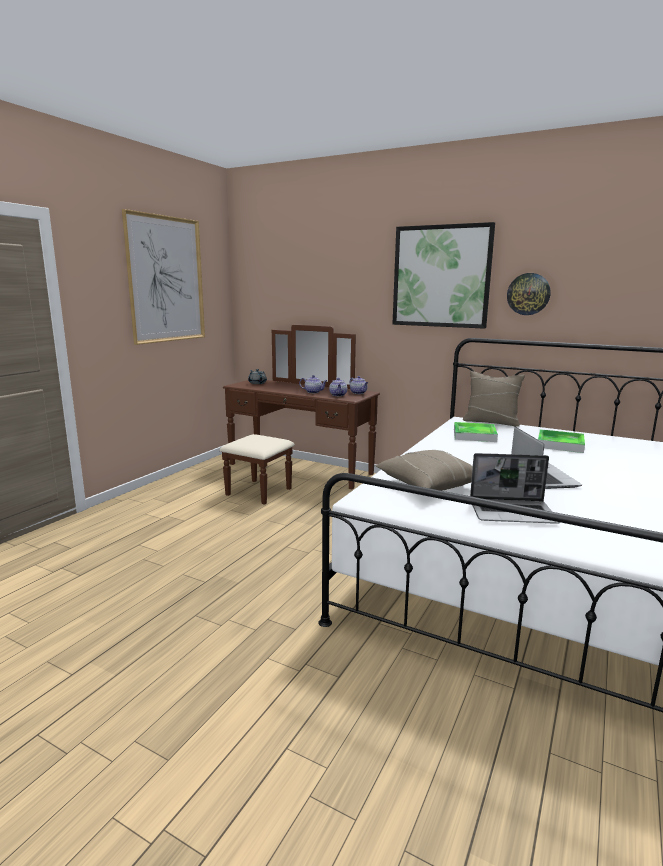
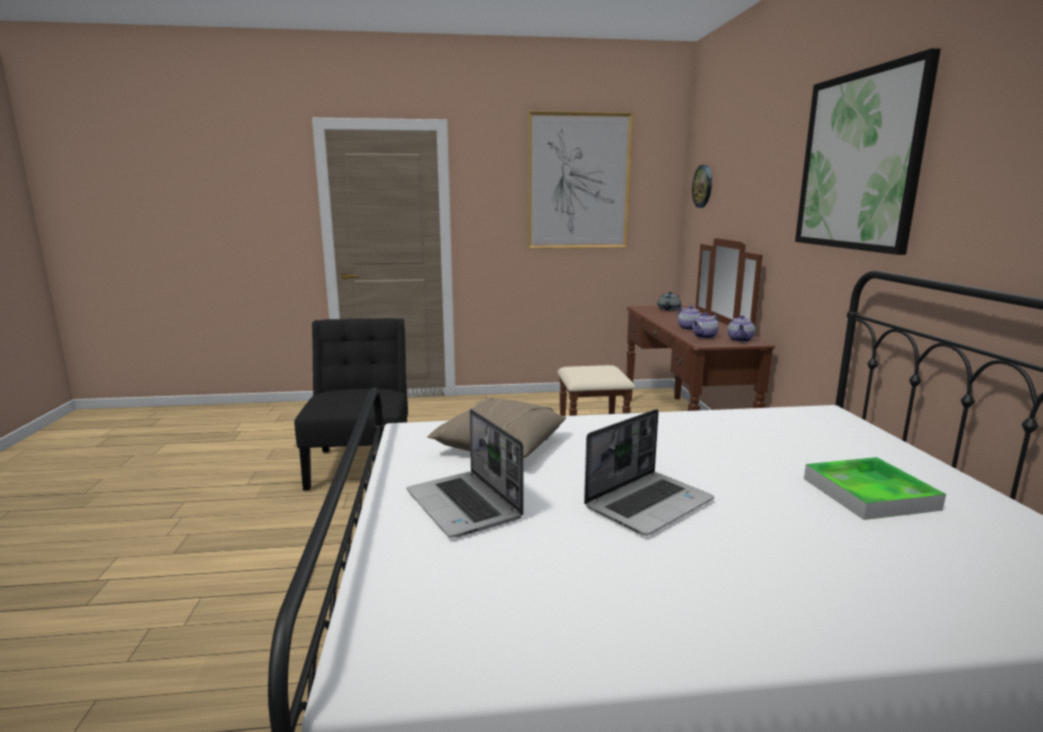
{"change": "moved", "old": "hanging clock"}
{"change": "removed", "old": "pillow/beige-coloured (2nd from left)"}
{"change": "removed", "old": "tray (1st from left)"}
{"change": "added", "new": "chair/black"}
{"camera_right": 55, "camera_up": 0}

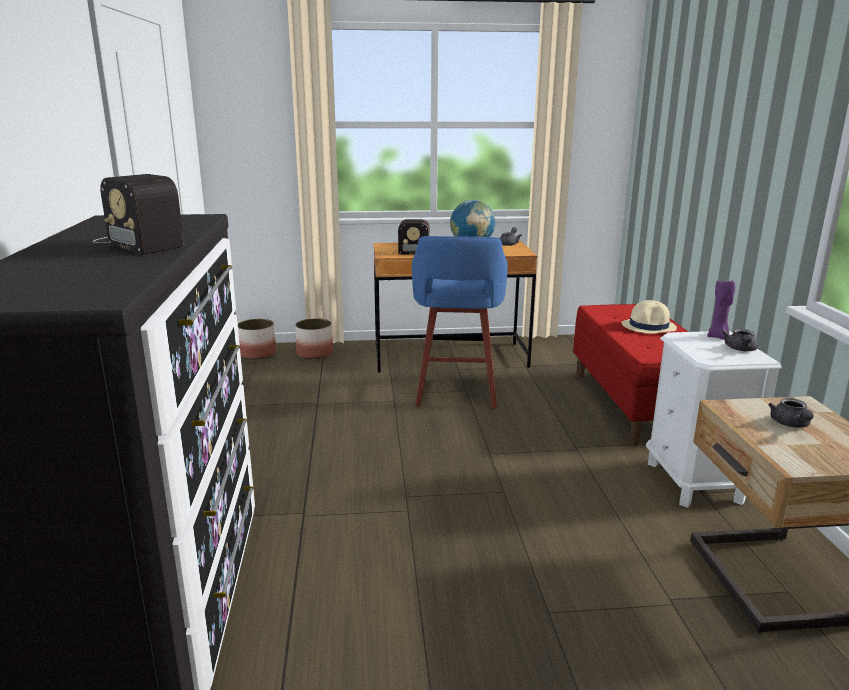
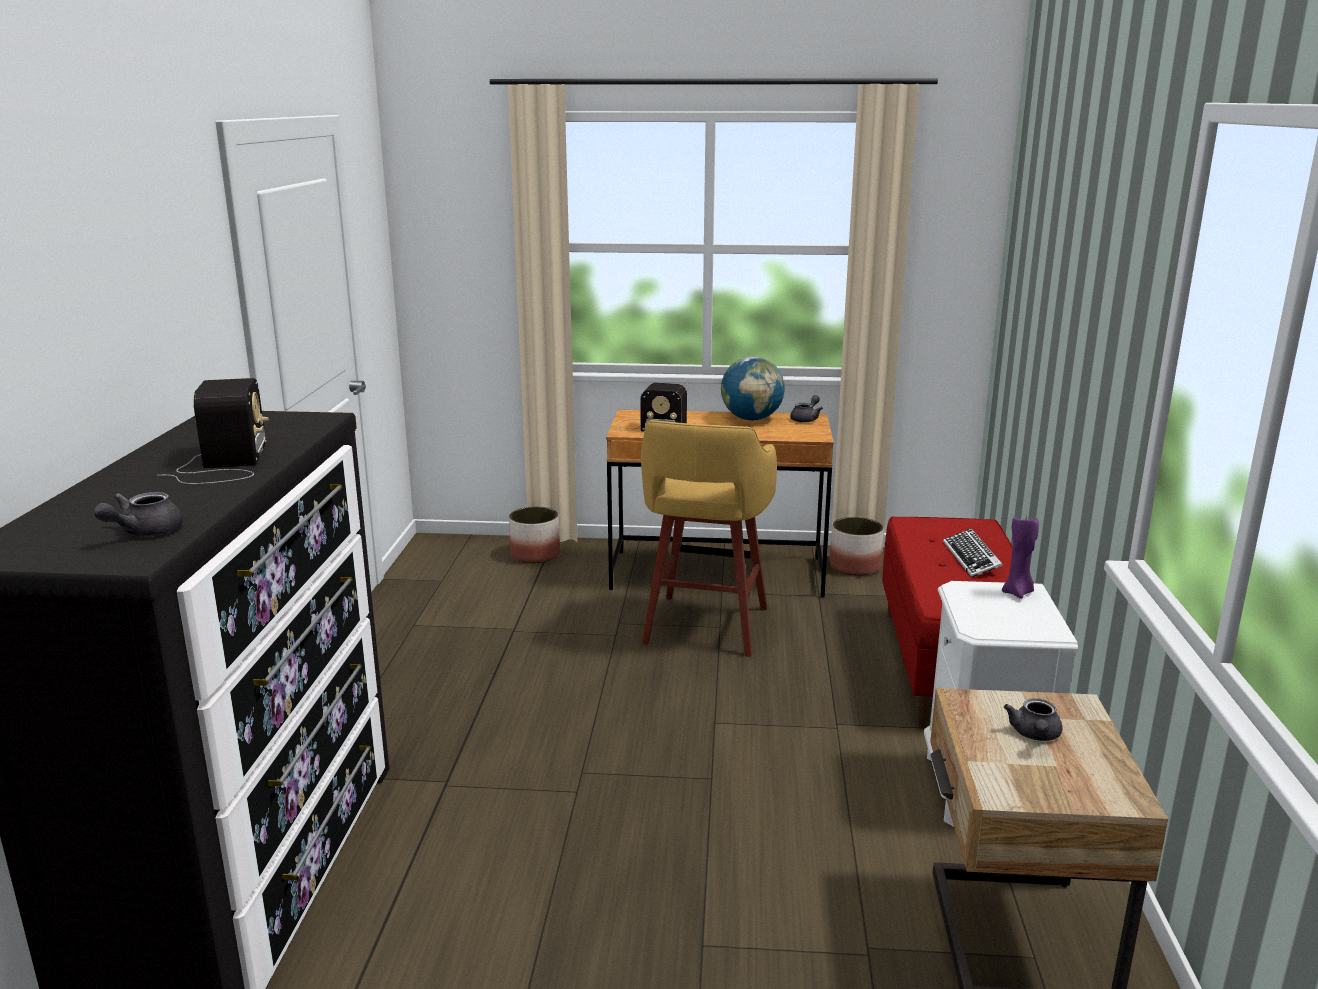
{"change": "turned", "old": "radio receiver (1st from left)", "degrees": -150}
{"change": "recoloured", "old": "stool/blue-coloured", "new": "stool/yellowish"}
{"change": "replaced", "old": "clothing hat/beige-coloured", "new": "computer keyboard"}
{"change": "moved", "old": "planter (1st from left in the first image)", "new": "planter (2nd from left)"}
{"change": "moved", "old": "pot for tea/grey (2nd from left in the first image)", "new": "pot for tea/grey (1st from left)"}
{"camera_right": 10, "camera_up": 0}

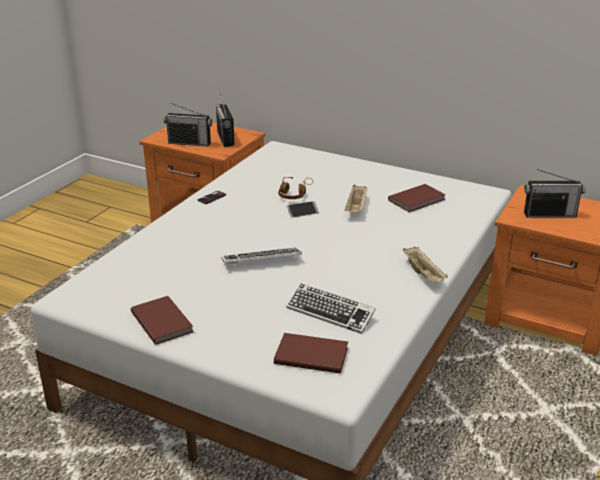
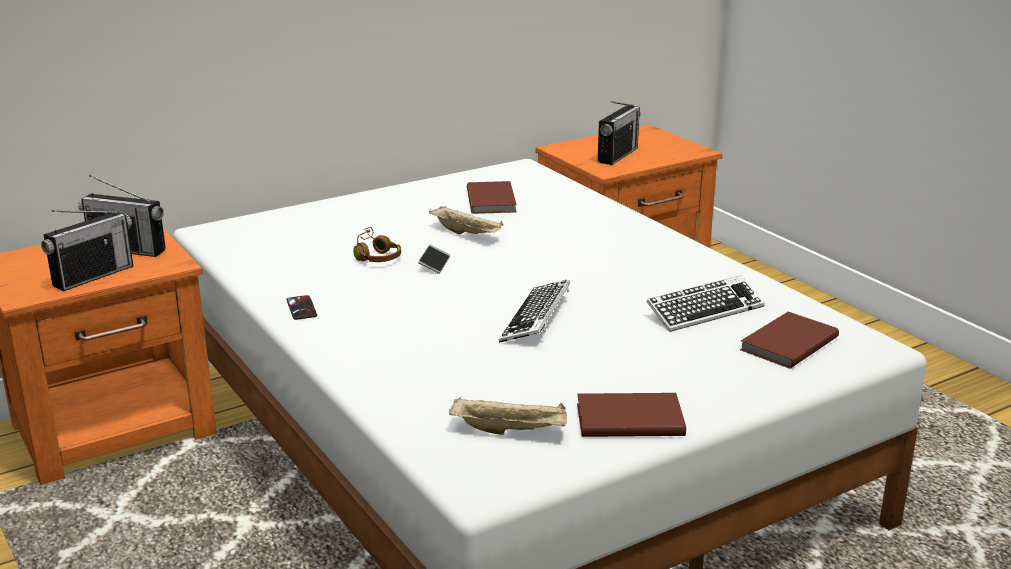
{"change": "moved", "old": "tray/beige-coloured (2nd from left)"}
{"camera_right": -60, "camera_up": -5}

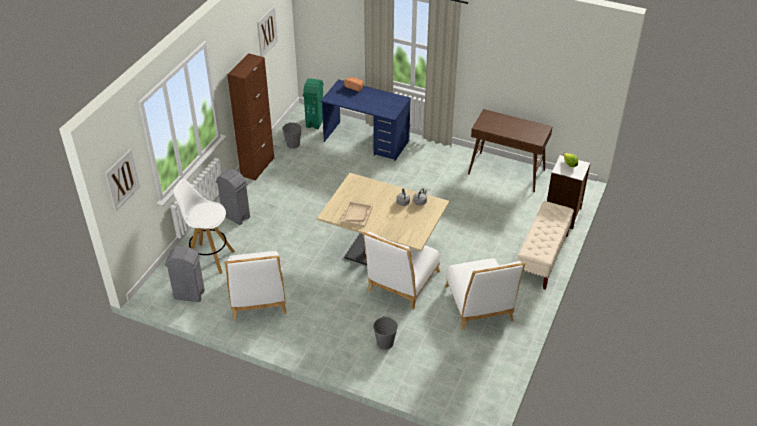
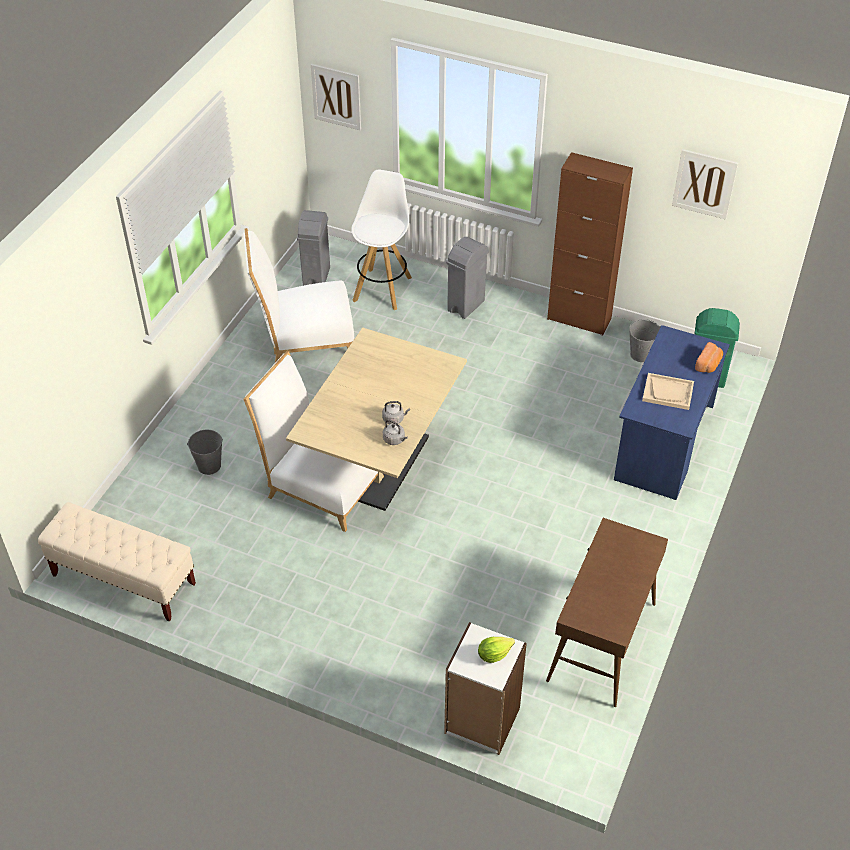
{"change": "moved", "old": "tray/beige-coloured"}
{"change": "moved", "old": "indoor bench/beige-coloured"}
{"change": "removed", "old": "chair/whitish (3rd from left)"}
{"camera_right": 90, "camera_up": 5}

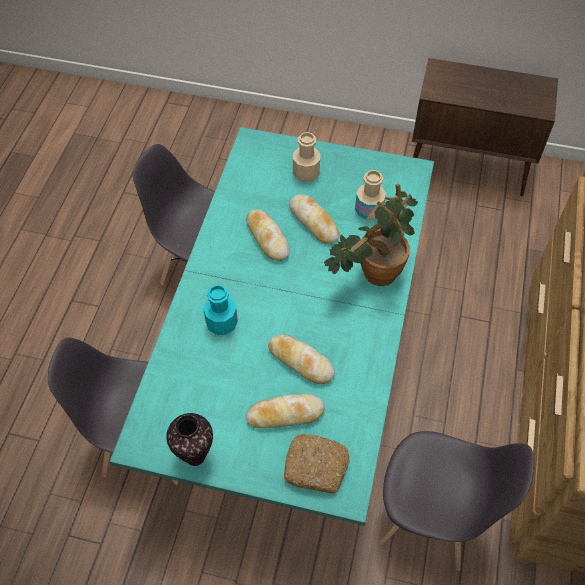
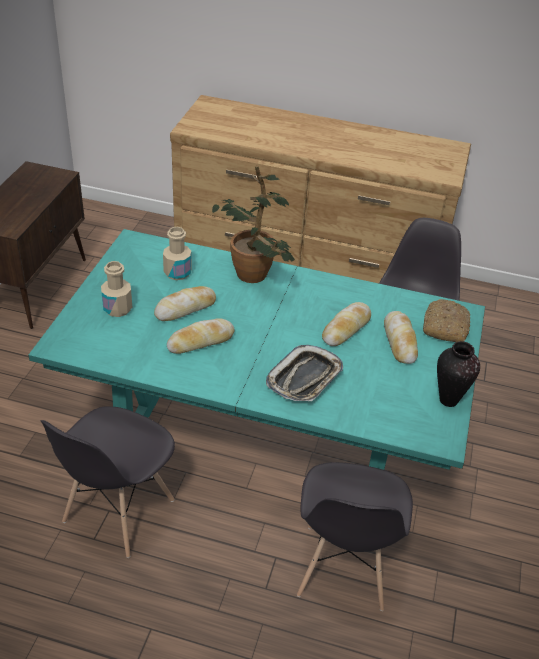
{"change": "replaced", "old": "bottle/turquoise", "new": "tray"}
{"camera_right": -90, "camera_up": -15}

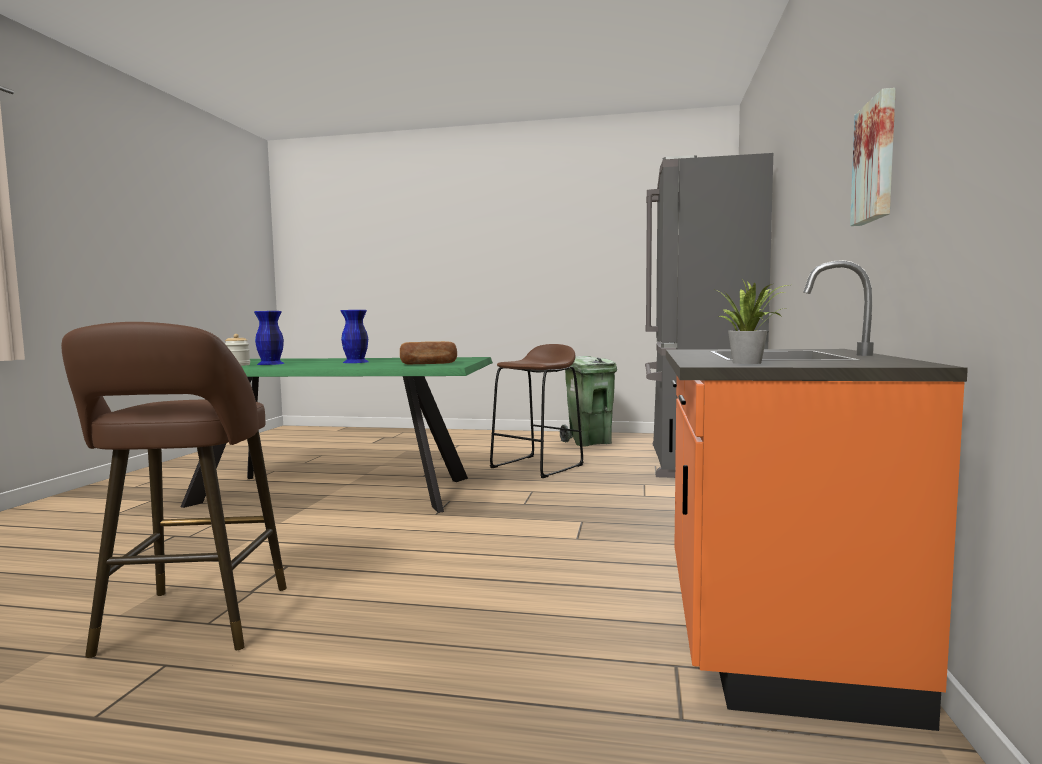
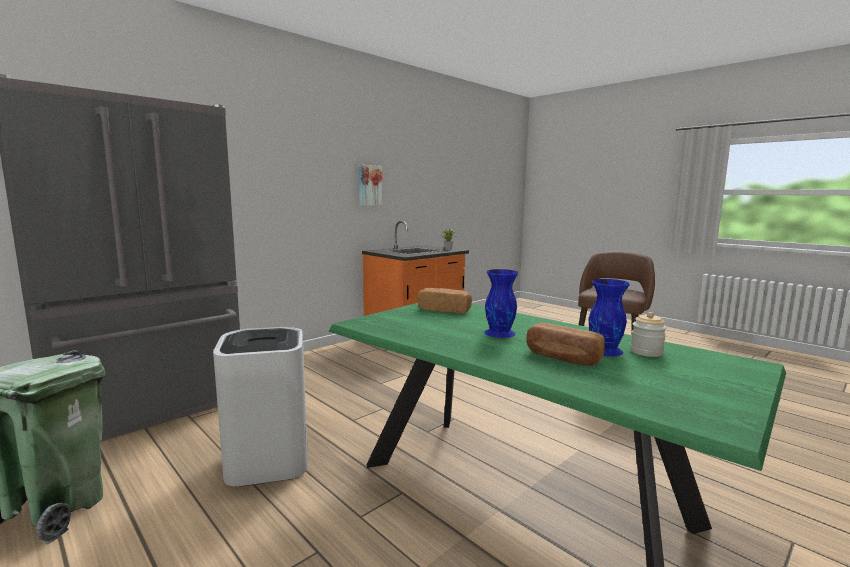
{"change": "replaced", "old": "stool/brown-coloured (2nd from left)", "new": "trash can/whitish"}
{"change": "added", "new": "bakery bread (2nd from left)"}
{"camera_right": -145, "camera_up": 5}

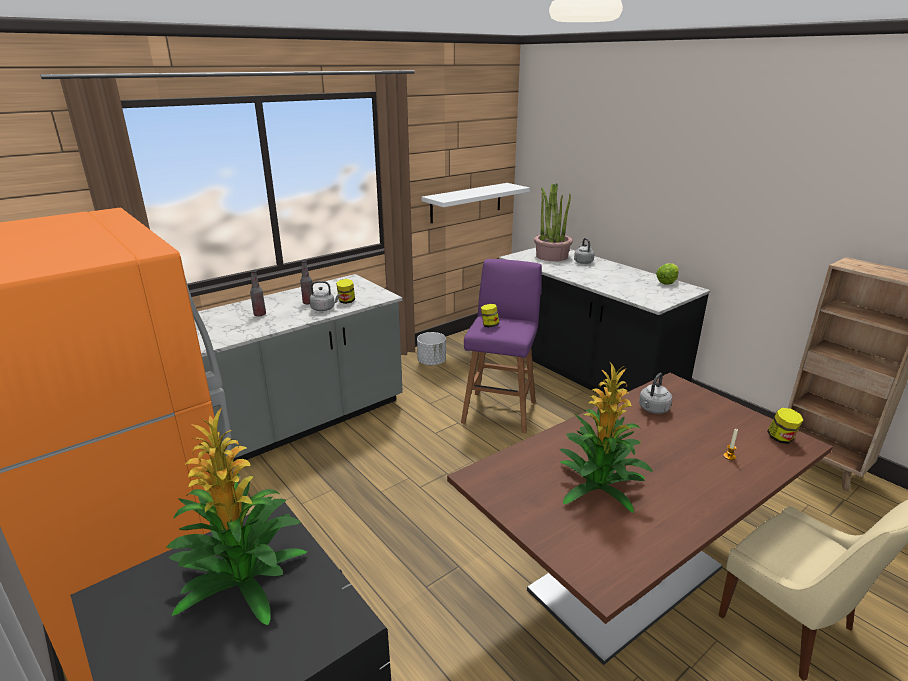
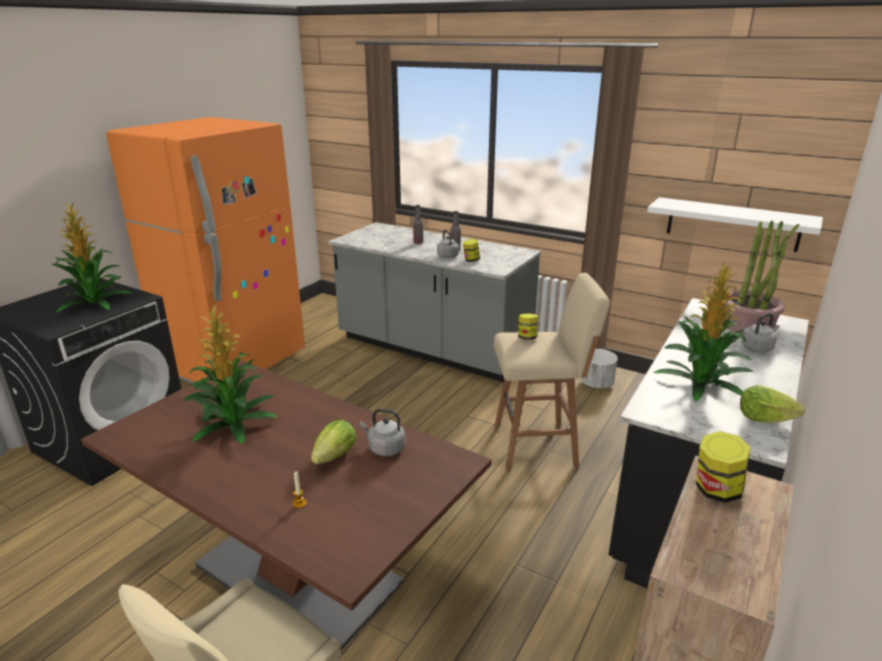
{"change": "recoloured", "old": "stool/purple-coloured", "new": "stool/beige-coloured"}
{"change": "moved", "old": "jar (3rd from left)"}
{"change": "added", "new": "potted plant (3rd from left)"}
{"change": "added", "new": "lettuce head (1st from left)"}
{"camera_right": 70, "camera_up": 0}

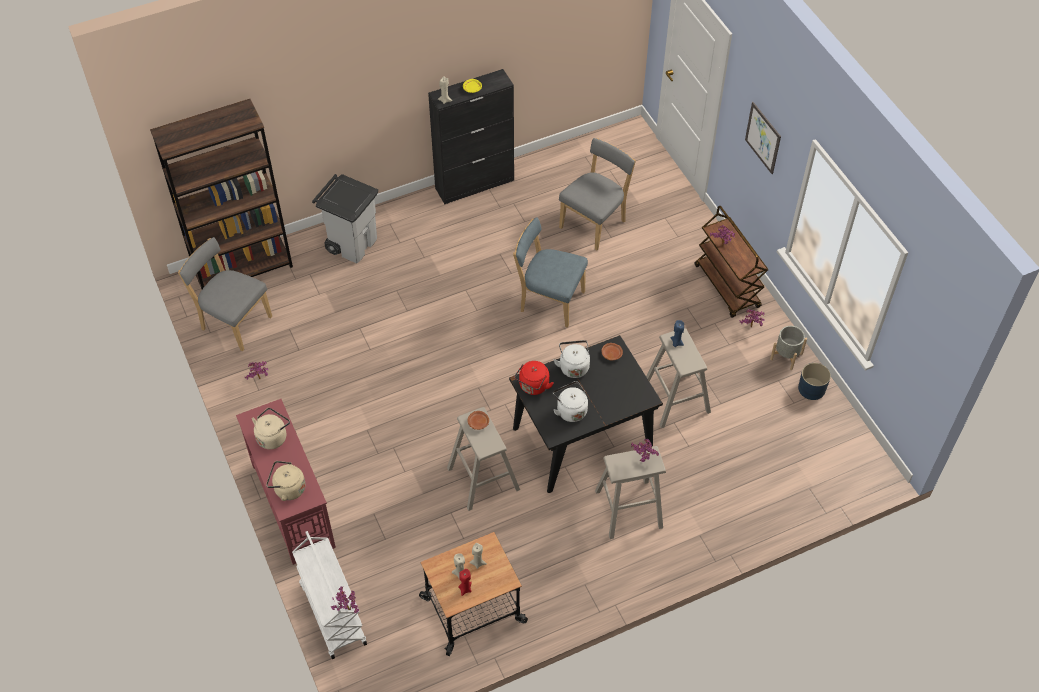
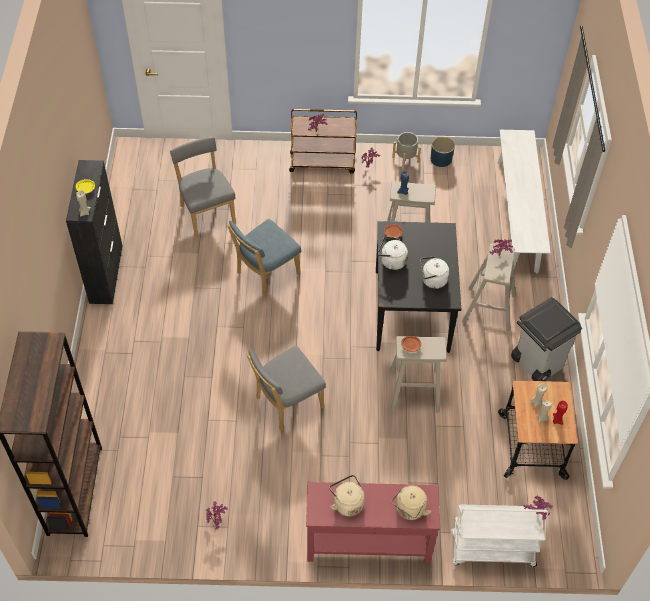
{"change": "removed", "old": "wall picture"}
{"change": "moved", "old": "trash can/grey"}
{"change": "moved", "old": "chair/grey (1st from left in the first image)", "new": "chair/grey (2nd from left)"}
{"change": "removed", "old": "tea kettle/reddish"}
{"change": "added", "new": "indoor bench/whitish"}
{"camera_right": -65, "camera_up": 0}

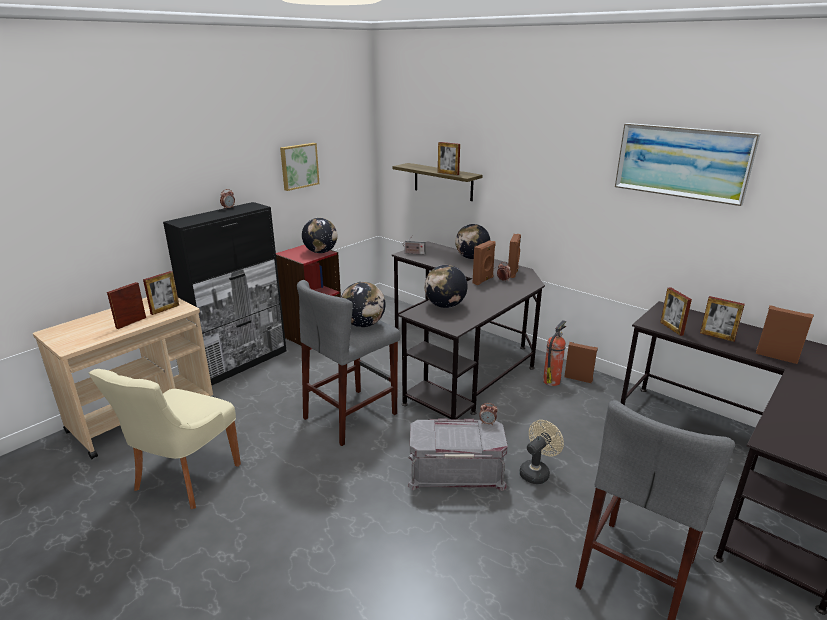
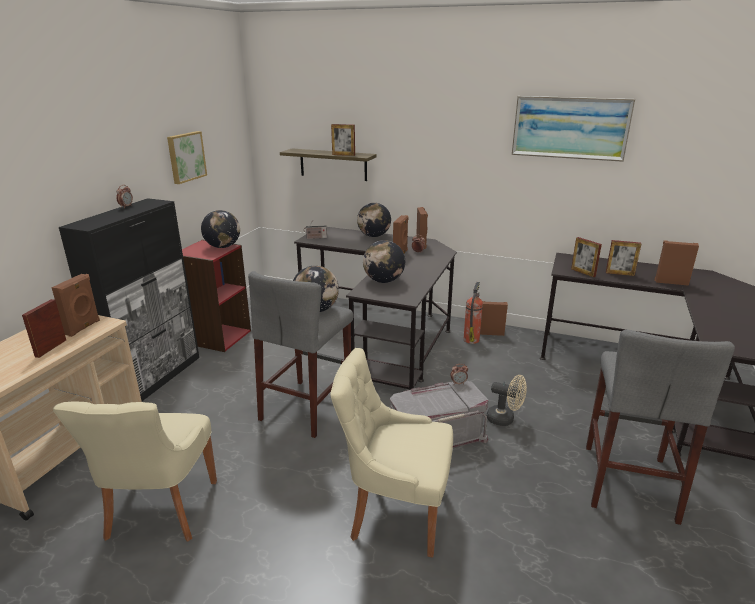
{"change": "replaced", "old": "photo frame (2nd from left)", "new": "audio speaker/brown-coloured (1st from left)"}
{"change": "turned", "old": "fan/beige-coloured", "degrees": 90}
{"change": "added", "new": "chair/beige-coloured (2nd from left)"}
{"camera_right": -20, "camera_up": 0}

